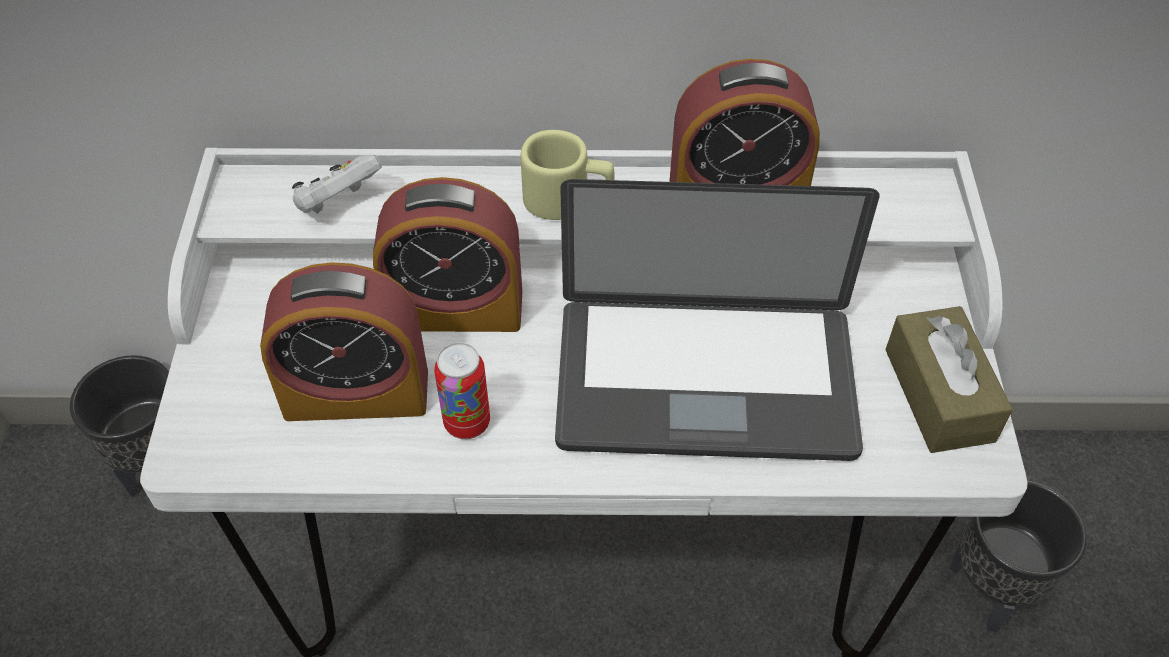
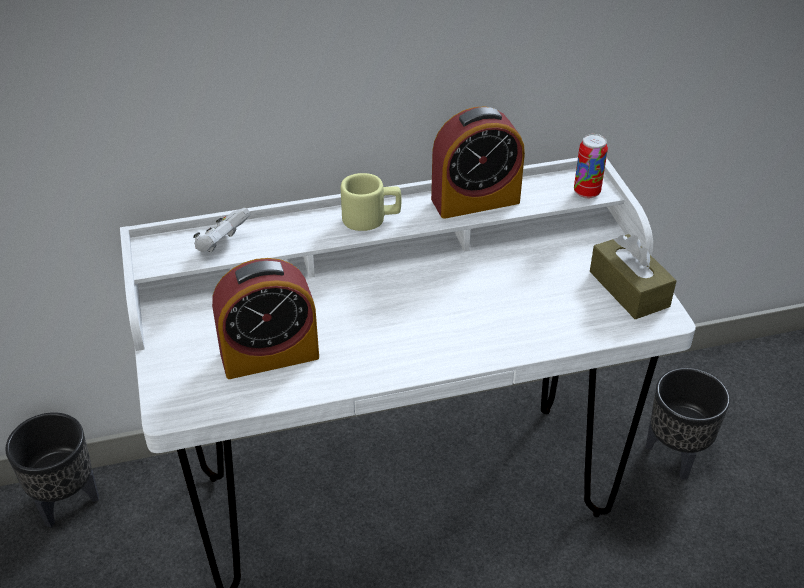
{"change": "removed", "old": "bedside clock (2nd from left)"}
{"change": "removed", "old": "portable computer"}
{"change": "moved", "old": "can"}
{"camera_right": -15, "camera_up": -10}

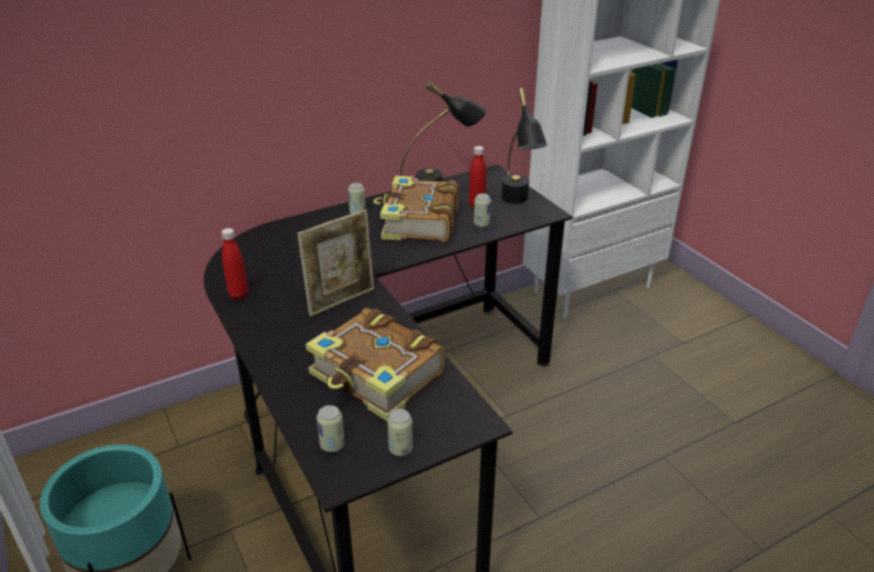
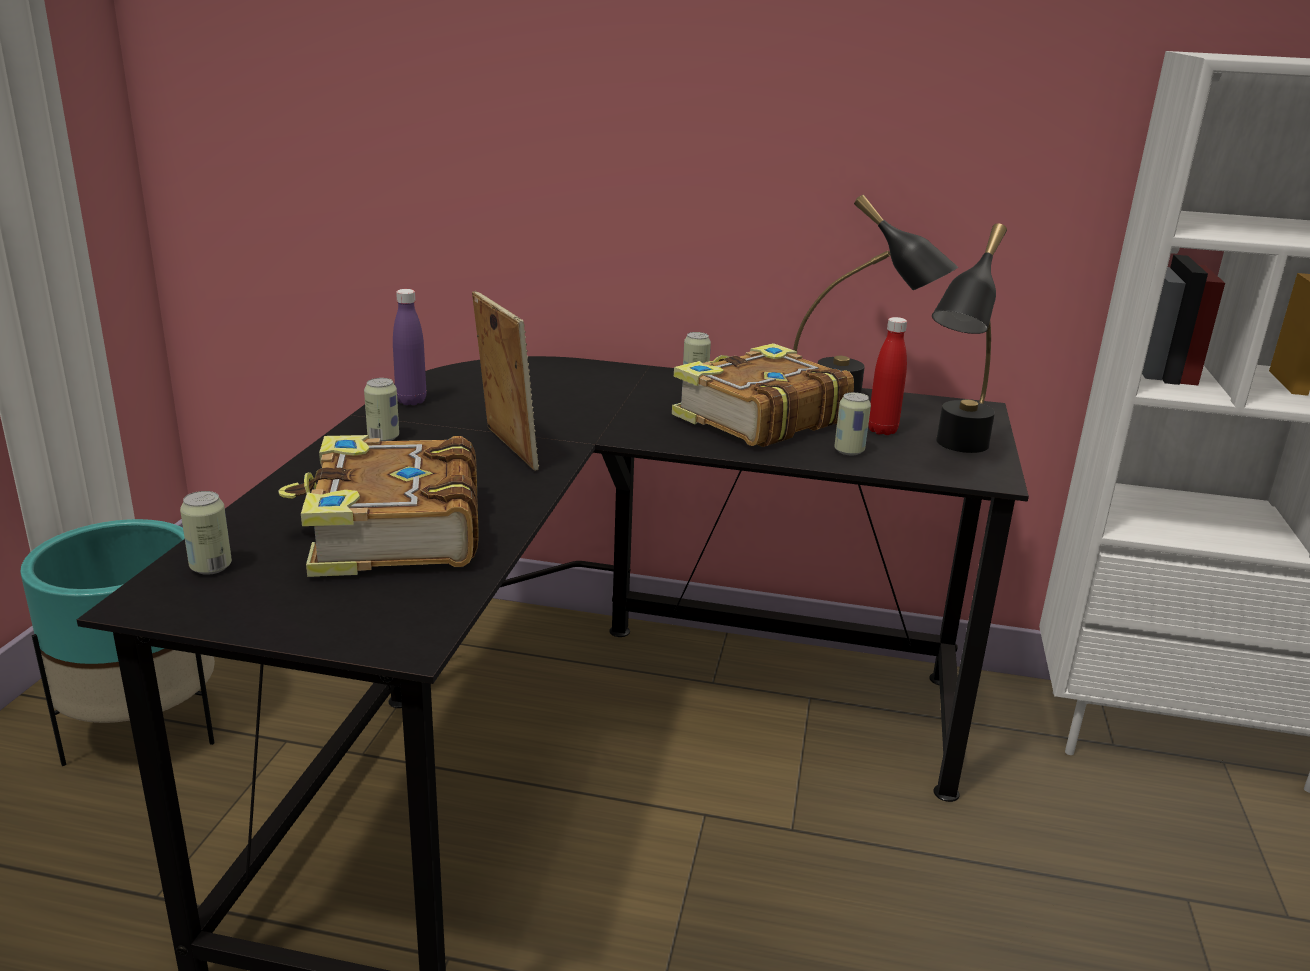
{"change": "turned", "old": "photo frame", "degrees": -120}
{"change": "recoloured", "old": "bottle/reddish (1st from left)", "new": "bottle/purple-coloured"}
{"change": "moved", "old": "can (3rd from left in the first image)", "new": "can (2nd from left)"}
{"camera_right": 40, "camera_up": -10}

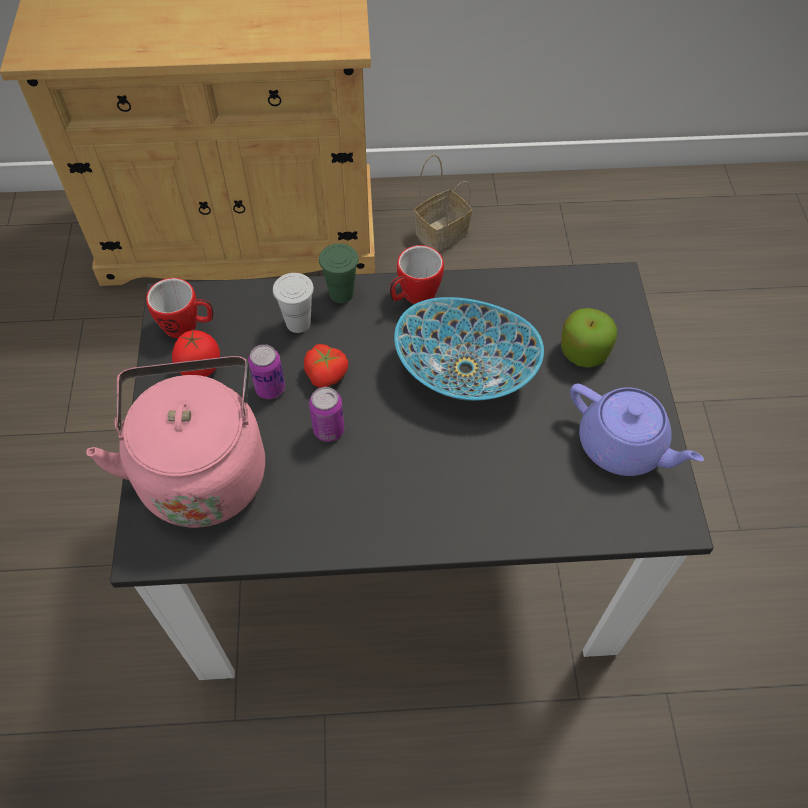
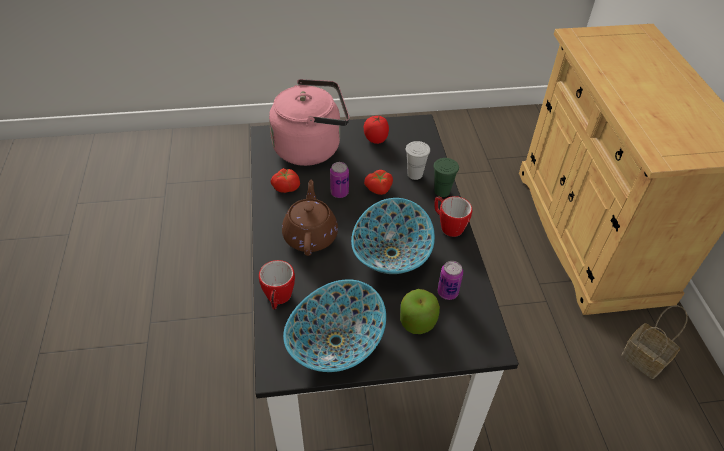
{"change": "moved", "old": "mug (1st from left)"}
{"change": "moved", "old": "can (1st from left in the first image)", "new": "can (2nd from left)"}
{"change": "replaced", "old": "pot for tea/purple-coloured", "new": "bowl (1st from left)"}
{"change": "added", "new": "tomato (1st from left)"}
{"change": "added", "new": "pot for tea/brown-coloured"}
{"camera_right": 85, "camera_up": -10}

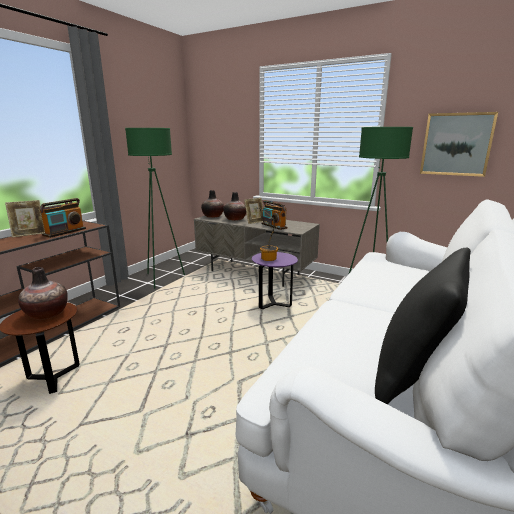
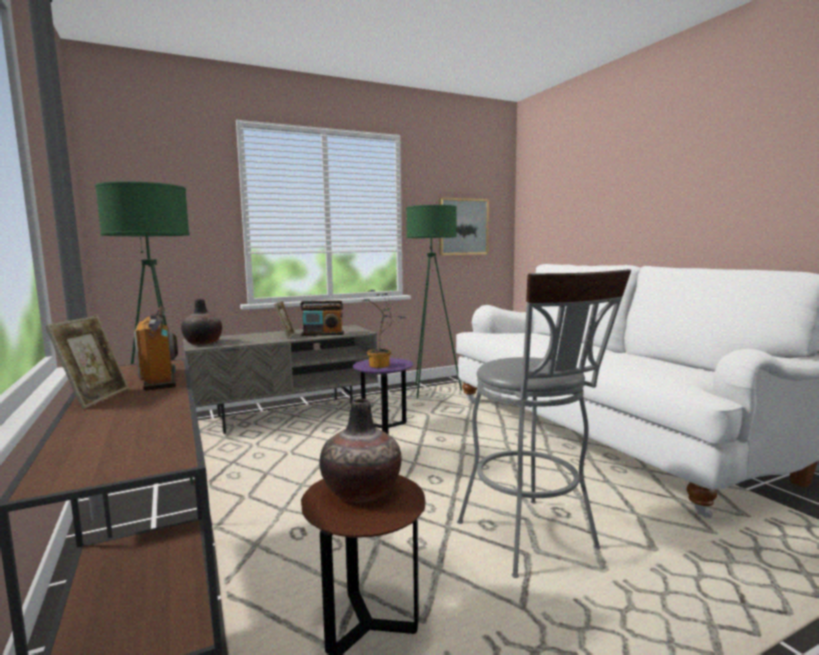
{"change": "removed", "old": "decorative vase (3rd from left)"}
{"change": "removed", "old": "pillow/black"}
{"change": "added", "new": "stool/grey"}
{"camera_right": -55, "camera_up": -10}

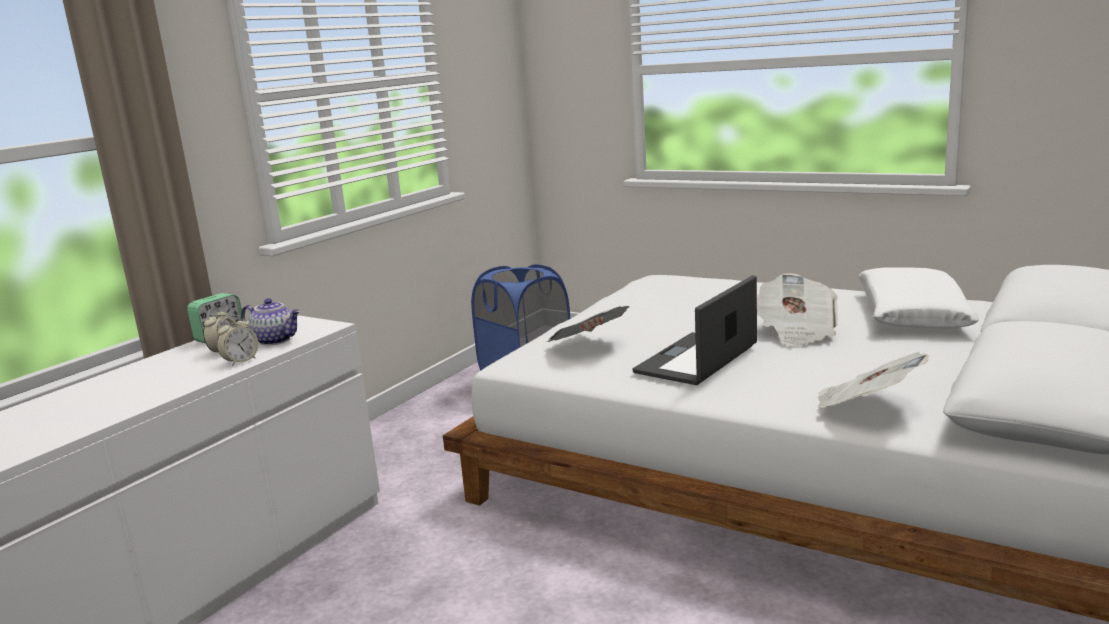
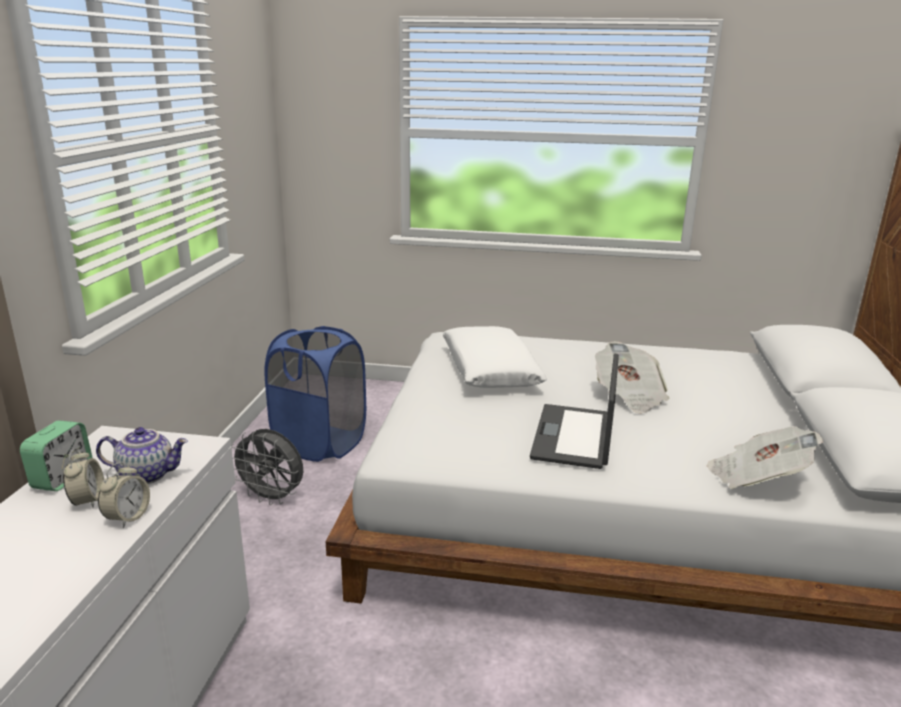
{"change": "moved", "old": "pillow/whitish"}
{"change": "removed", "old": "printed paper (1st from left)"}
{"change": "added", "new": "fan/grey"}
{"camera_right": -25, "camera_up": 5}

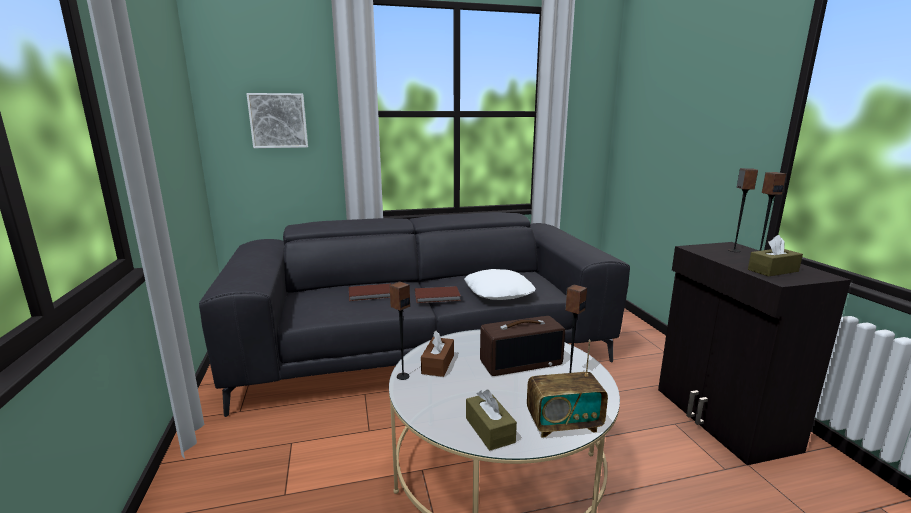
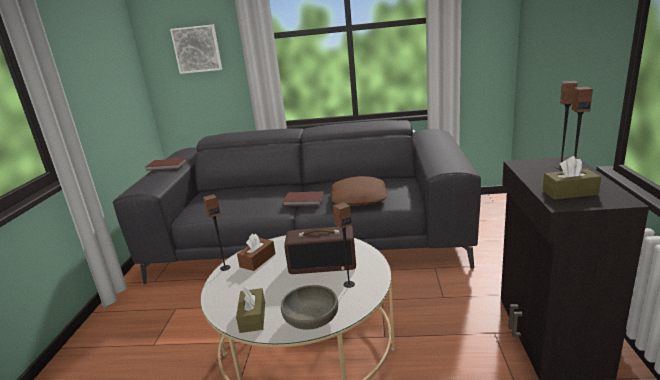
{"change": "recoloured", "old": "pillow/whitish", "new": "pillow/brown-coloured"}
{"change": "moved", "old": "volume/brown-coloured (1st from left)"}
{"change": "replaced", "old": "radio receiver (2nd from left)", "new": "bowl/grey"}
{"camera_right": 20, "camera_up": 5}

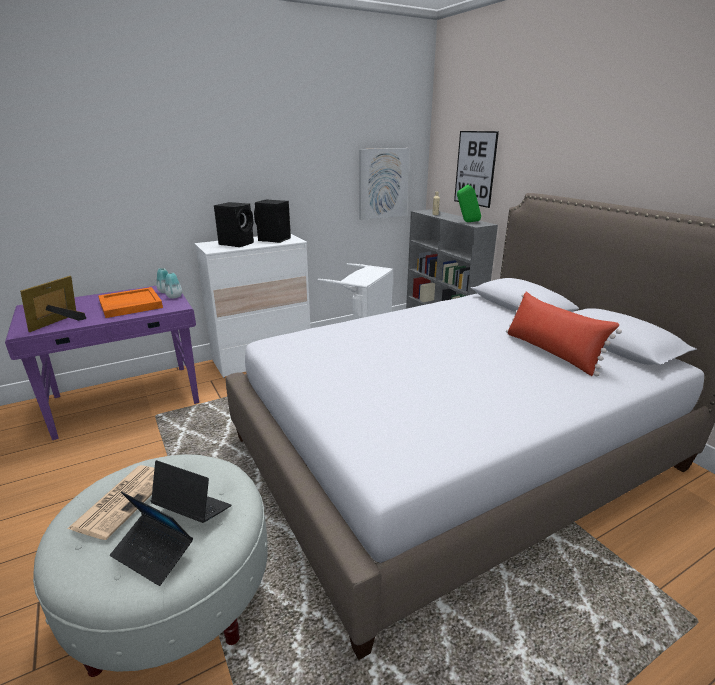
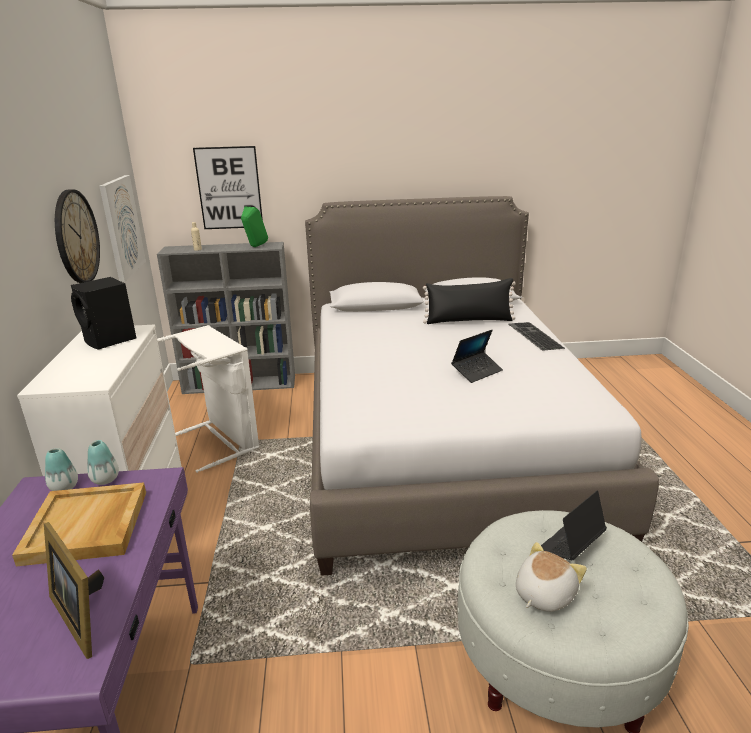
{"change": "removed", "old": "audio speaker/black (1st from left)"}
{"change": "recoloured", "old": "tray/orange", "new": "tray/beige-coloured"}
{"change": "recoloured", "old": "pillow/reddish", "new": "pillow/black"}
{"change": "replaced", "old": "printed paper", "new": "soft toy"}
{"change": "moved", "old": "portable computer (1st from left)"}
{"change": "added", "new": "hanging clock"}
{"change": "added", "new": "computer keyboard"}
{"camera_right": -65, "camera_up": 0}

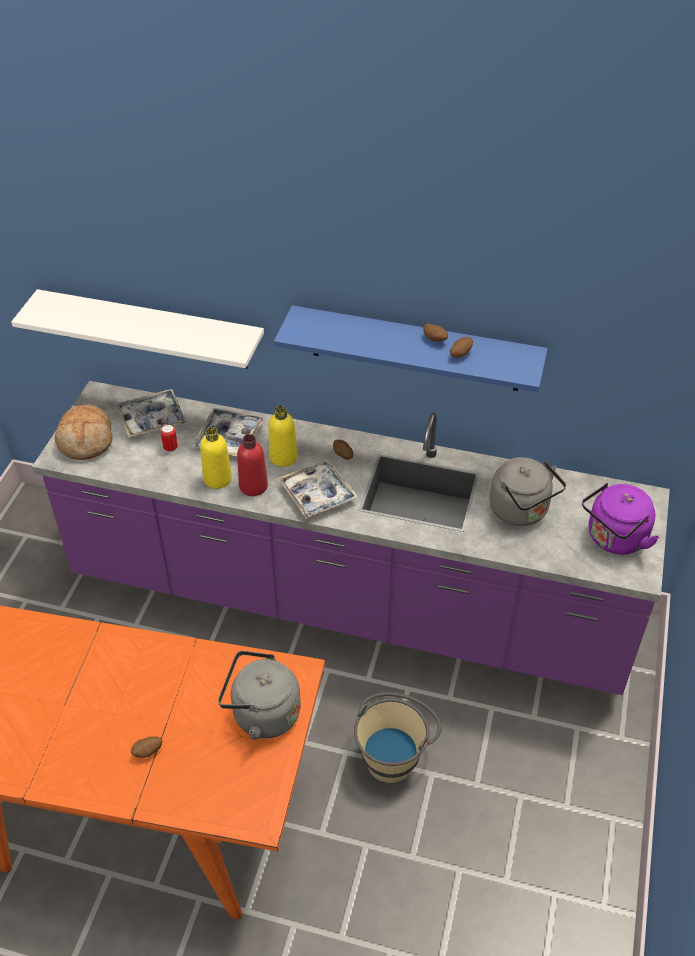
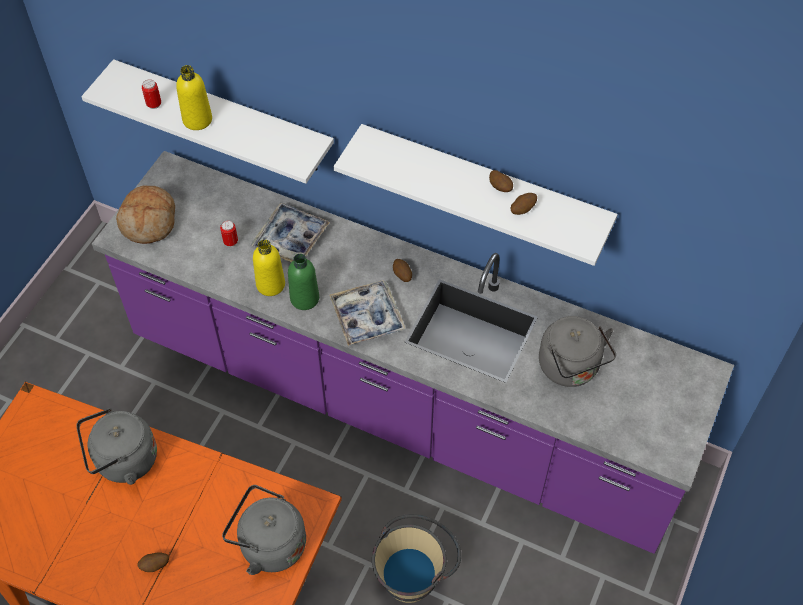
{"change": "recoloured", "old": "bracket shelf/blue-coloured", "new": "bracket shelf/whitish (2nd from left)"}
{"change": "removed", "old": "tray (1st from left)"}
{"change": "moved", "old": "bottle/yellowish (2nd from left in the first image)", "new": "bottle/yellowish (1st from left)"}
{"change": "recoloured", "old": "bottle/reddish", "new": "bottle/green"}
{"change": "removed", "old": "tea kettle/purple-coloured"}
{"change": "added", "new": "can (1st from left)"}
{"change": "added", "new": "tea kettle/grey (1st from left)"}
{"camera_right": 10, "camera_up": 10}

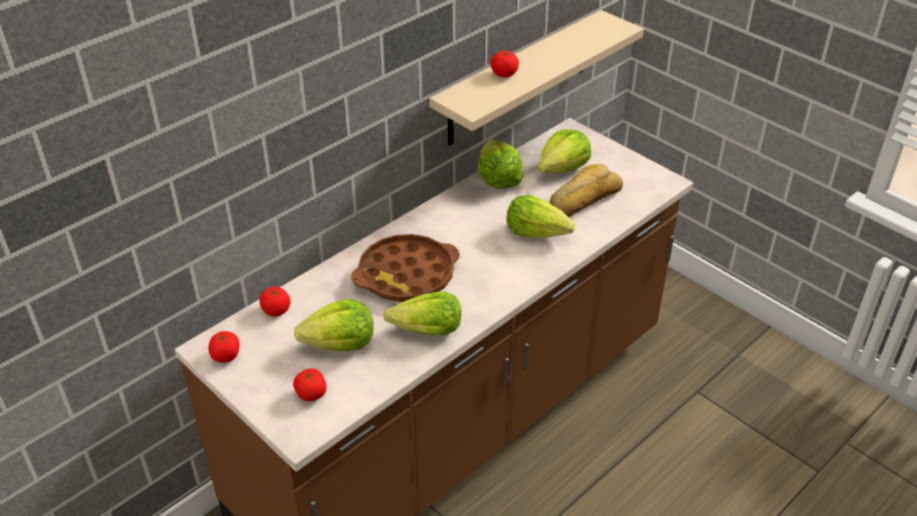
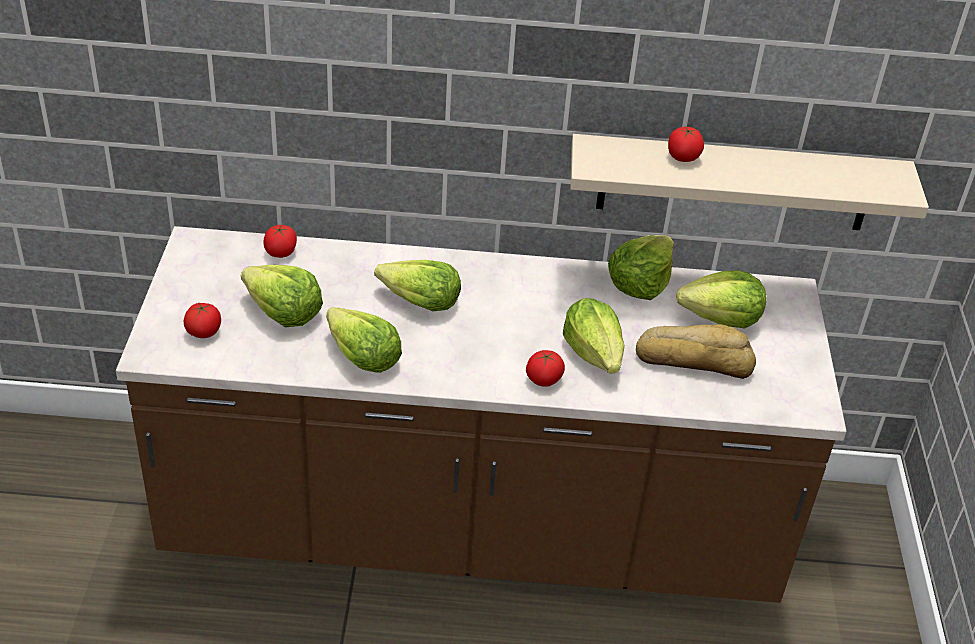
{"change": "replaced", "old": "tray/brown-coloured", "new": "lettuce head (3rd from left)"}
{"change": "moved", "old": "tomato (1st from left in the first image)", "new": "tomato (3rd from left)"}
{"camera_right": 45, "camera_up": 0}

